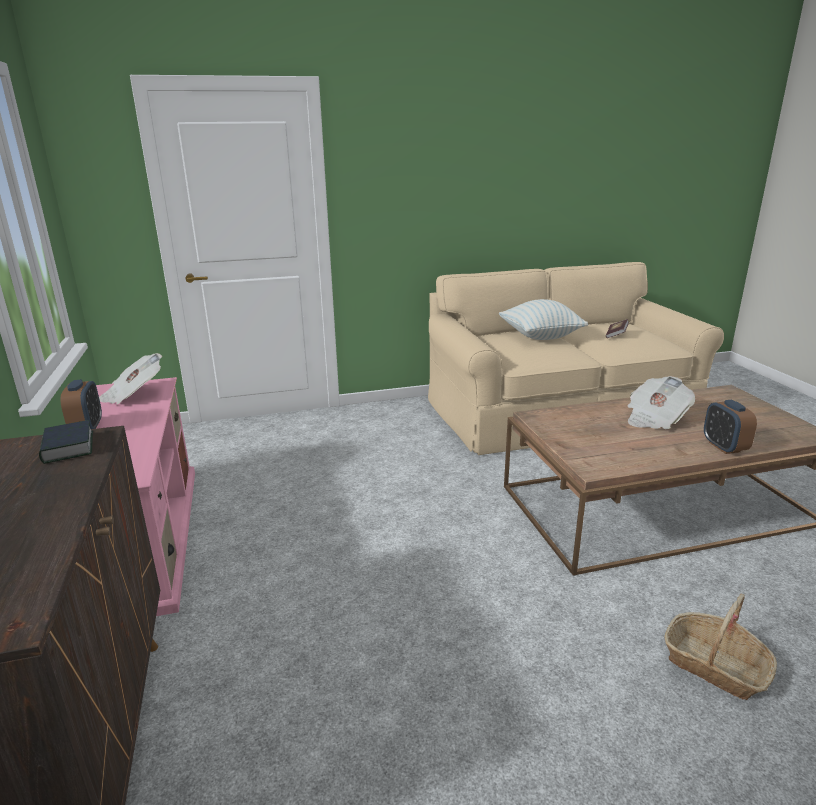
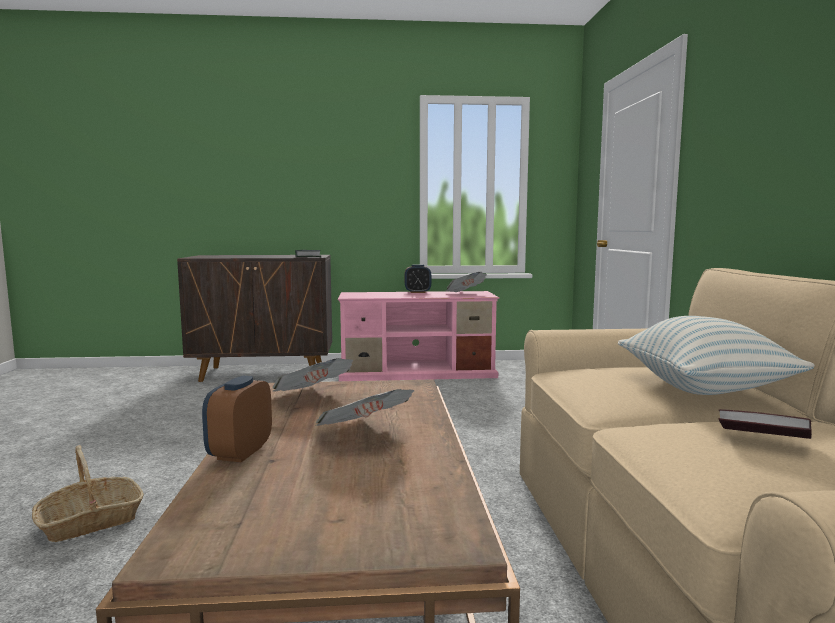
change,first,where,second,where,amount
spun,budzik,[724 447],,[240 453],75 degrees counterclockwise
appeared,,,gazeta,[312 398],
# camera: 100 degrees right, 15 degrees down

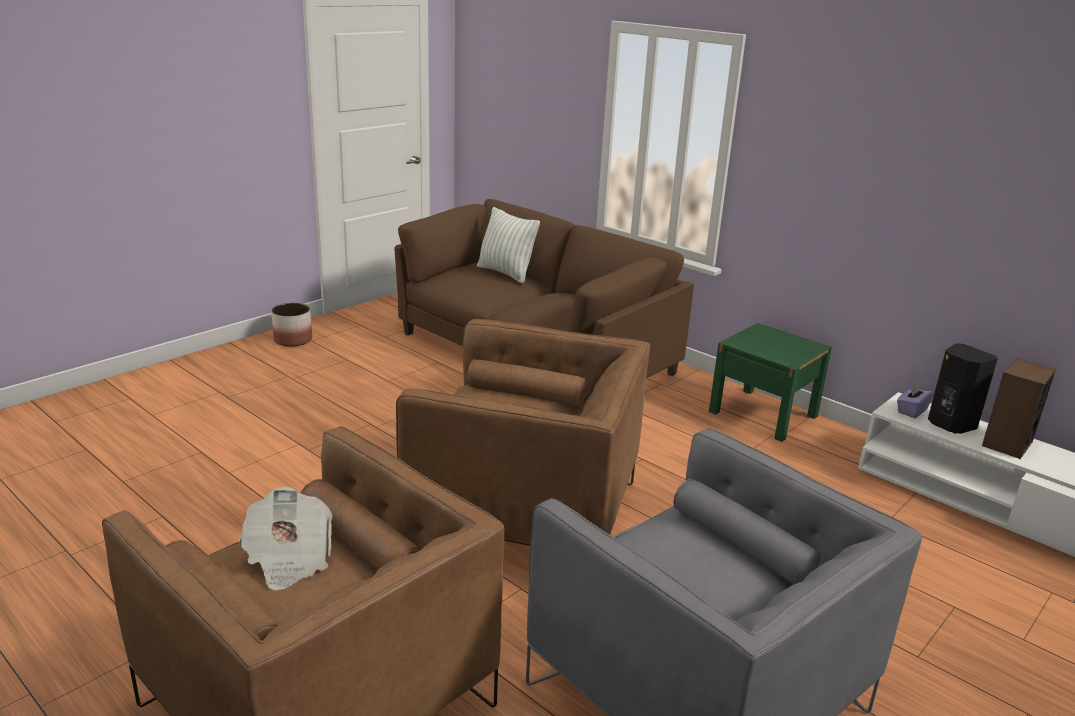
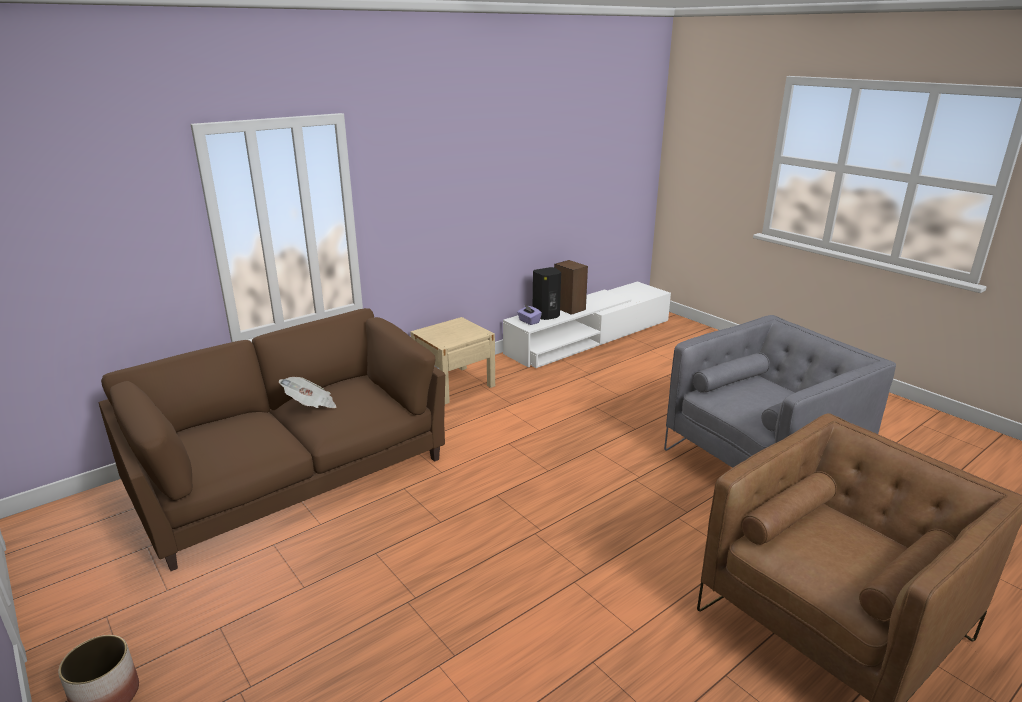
change,first,where,second,where,amount
missing,poduszka,[506 273],,,
missing,fotel [brązowy],[526 517],,,
colour,szafka nocna [zielony],[763 414],szafka nocna [beżowy],[454 384],
relocated,gazeta,[288 559],,[311 405],
# camera: 80 degrees left, 0 degrees up

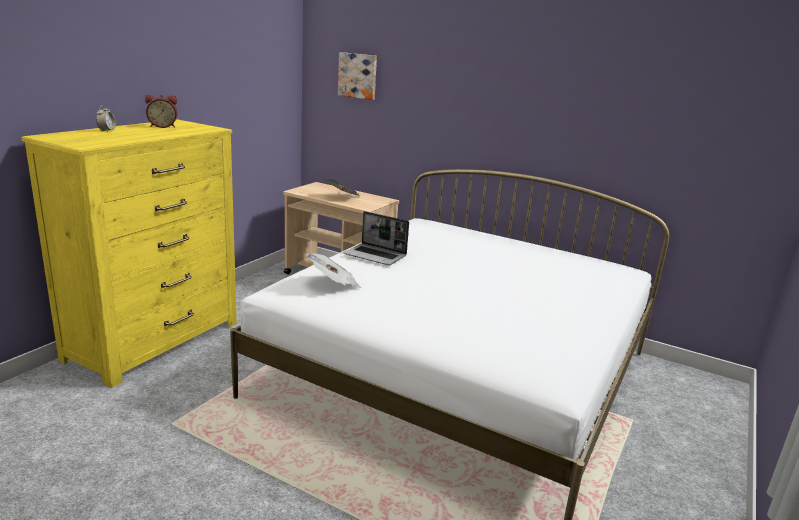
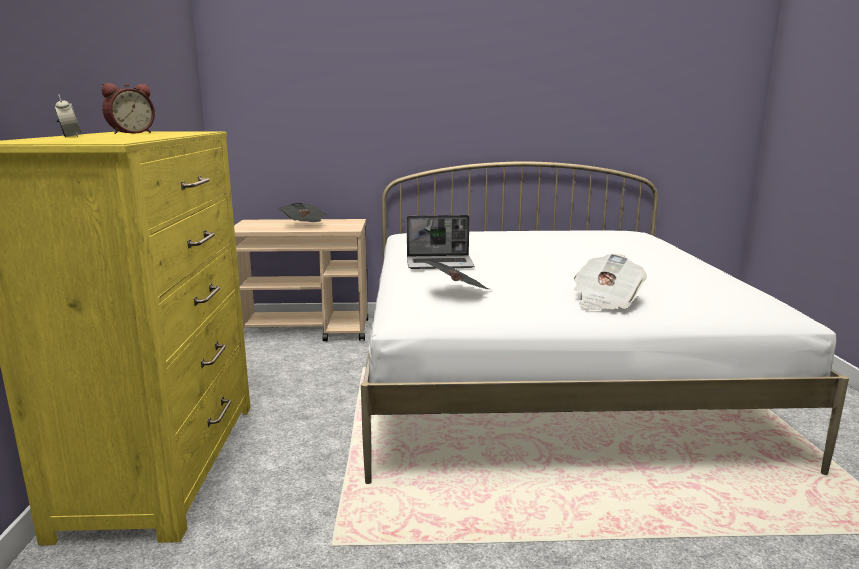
change,first,where,second,where,amount
missing,obraz,[358 75],,,
appeared,,,gazeta,[605 301],
# camera: 30 degrees left, 5 degrees down

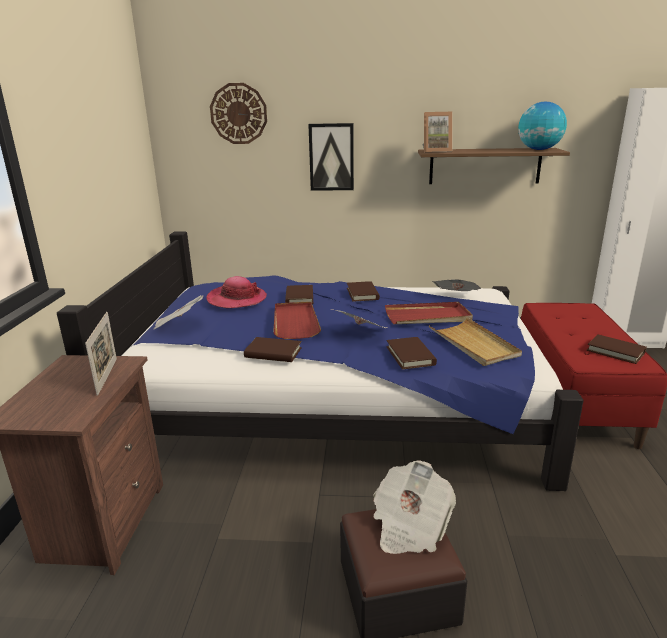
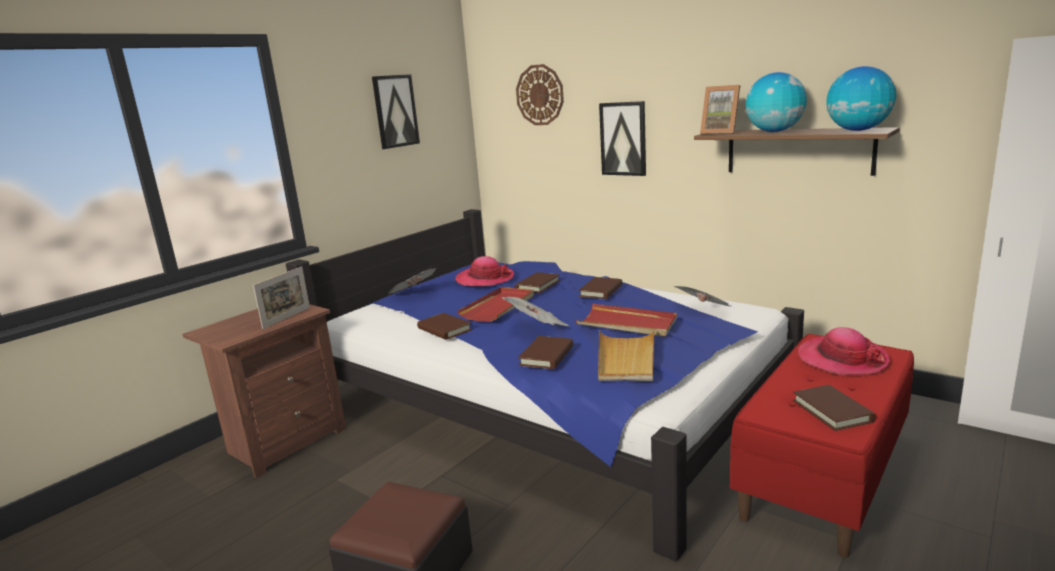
change,first,where,second,where,amount
missing,gazeta,[410 526],,,
appeared,,,globus,[774 131],
appeared,,,obraz,[395 111],
appeared,,,kapelusz,[842 359],
# camera: 35 degrees right, 5 degrees down

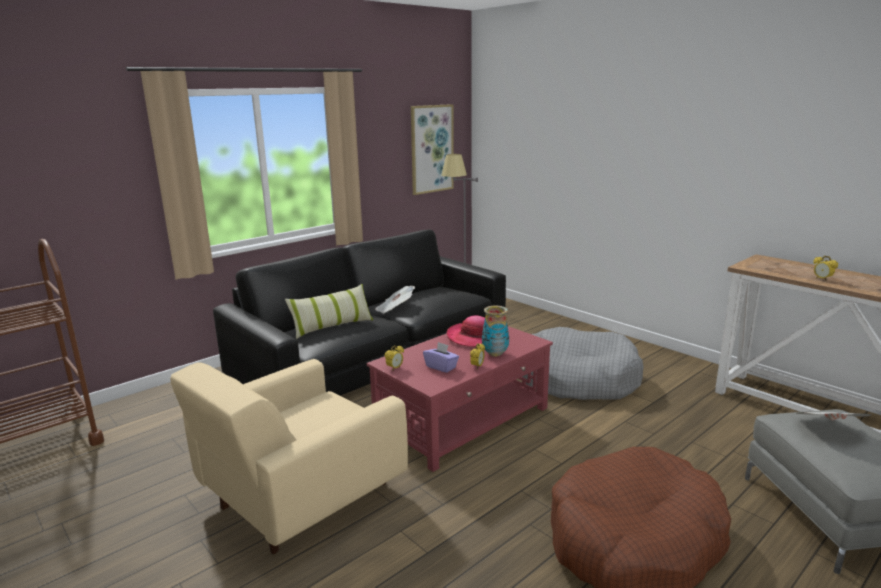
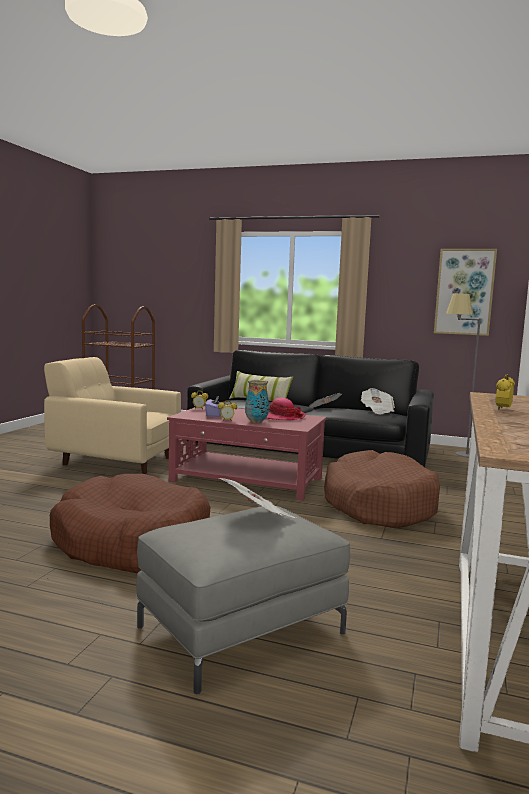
change,first,where,second,where,amount
colour,legowisko [szary],[576 379],legowisko [brązowy],[378 505],
appeared,,,gazeta,[377 411],
# camera: 60 degrees right, 10 degrees down

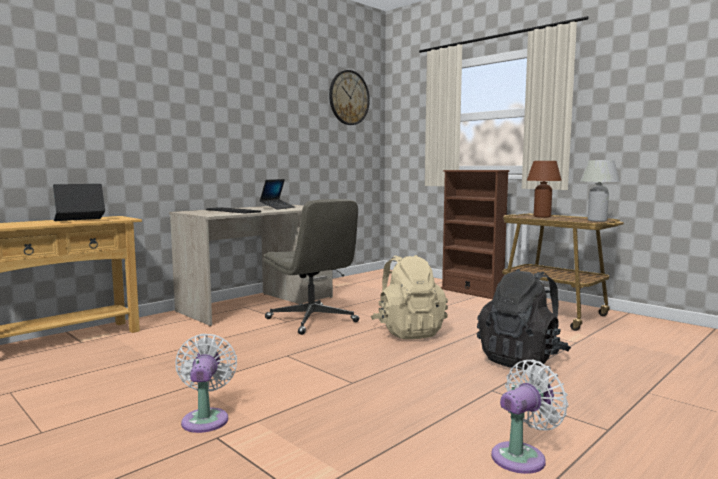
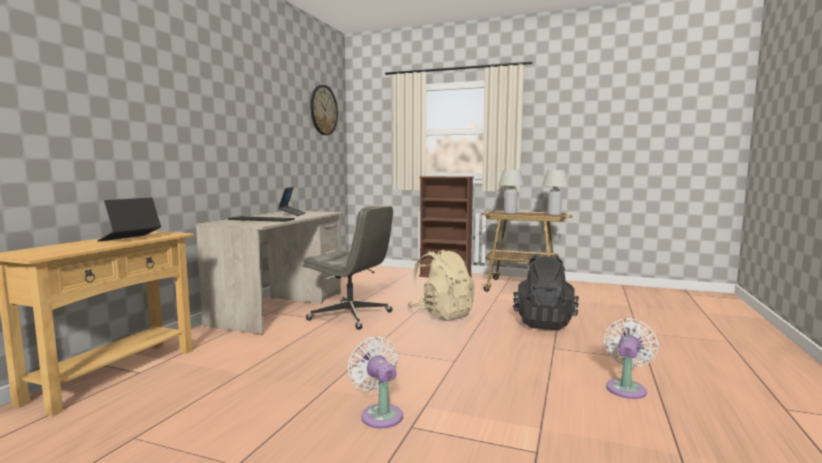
change,first,where,second,where,amount
colour,lampa stołowa [brązowy],[542 217],lampa stołowa [biały],[510 213],
# camera: 25 degrees left, 0 degrees up

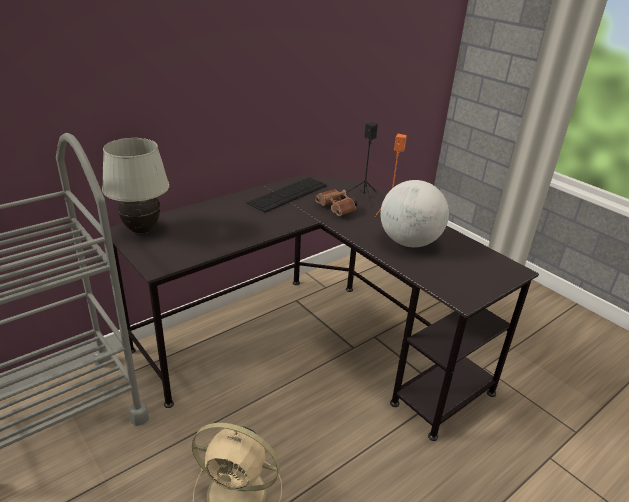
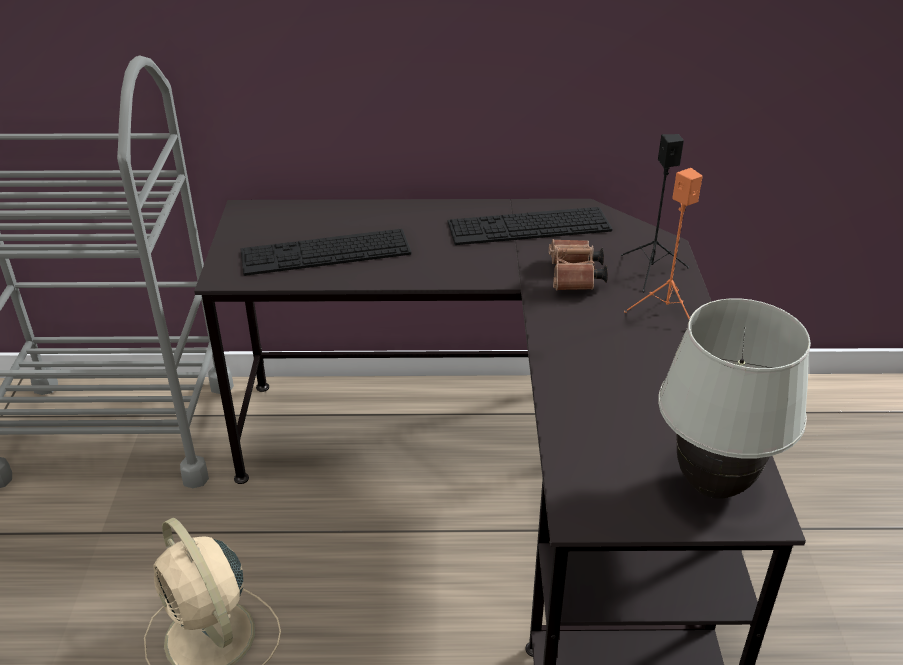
change,first,where,second,where,amount
relocated,lampa stołowa [biały],[142 230],,[713 486],
missing,globus,[409 242],,,
appeared,,,klawiatura,[325 252],
# camera: 40 degrees right, 5 degrees up

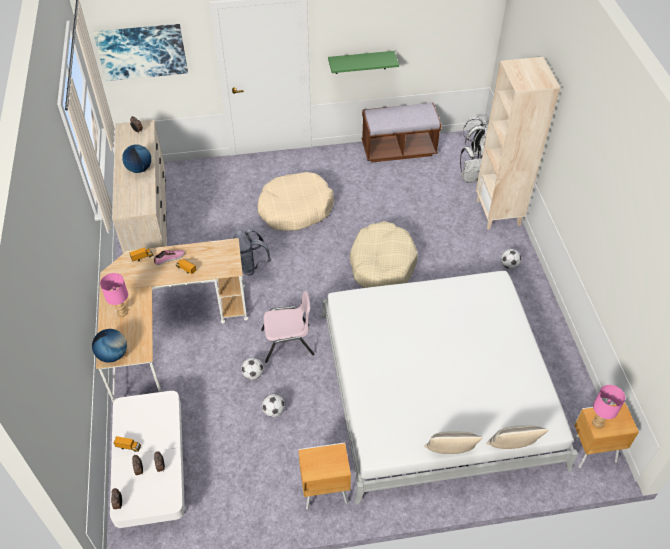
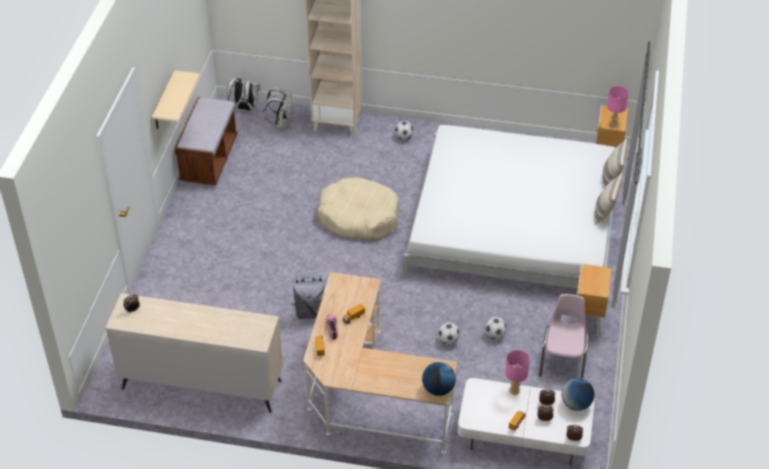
change,first,where,second,where,amount
missing,obraz,[142 51],,,
colour,półka [zielony],[360 62],półka [beżowy],[164 101],
relocated,globus,[139 169],,[576 404],
missing,legowisko [beżowy],[295 209],,,
relocated,lampa stołowa [różowy],[122 312],,[514 390],
relocated,krzesło [różowy],[288 343],,[563 359],
# camera: 70 degrees left, 5 degrees down

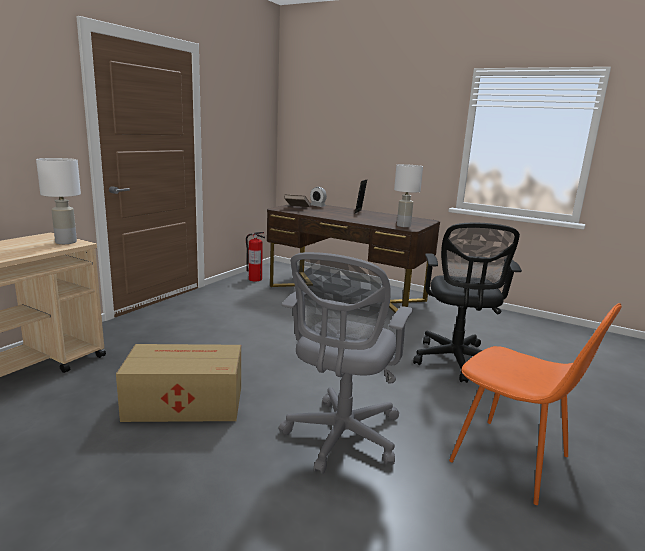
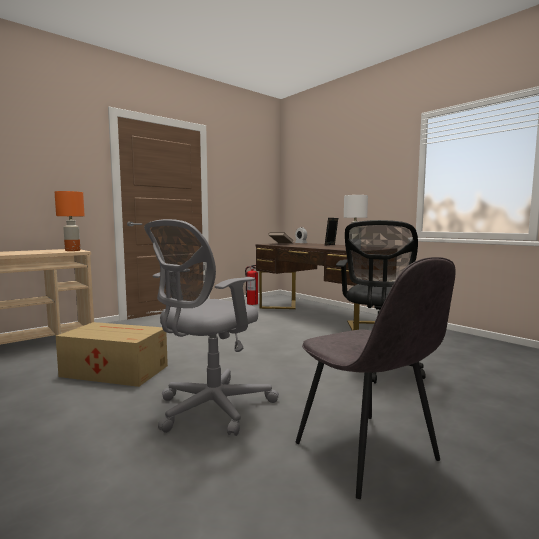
change,first,where,second,where,amount
colour,lampa stołowa [biały],[66 242],lampa stołowa [pomarańczowy],[73 250],
colour,krzesło [pomarańczowy],[513 460],krzesło [szary],[367 453],
# camera: 20 degrees right, 10 degrees down

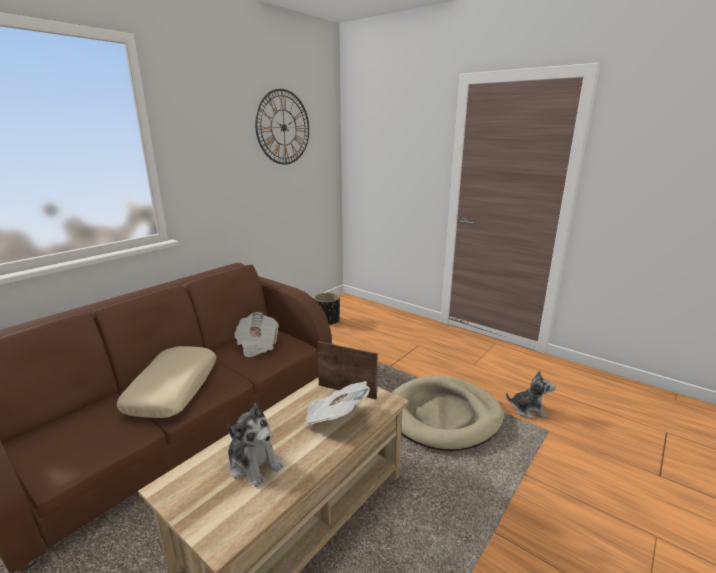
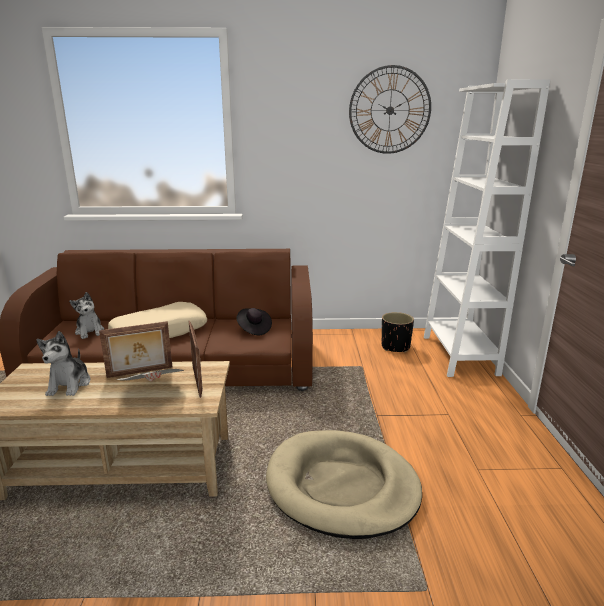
change,first,where,second,where,amount
exchanged,gazeta,[257 345],kapelusz [czarny],[254 329],
relocated,pluszak,[528 410],,[90 331],
appeared,,,regał [biały],[459 355],
appeared,,,ramka na zdjęcie,[140 372],
# camera: 50 degrees right, 0 degrees up

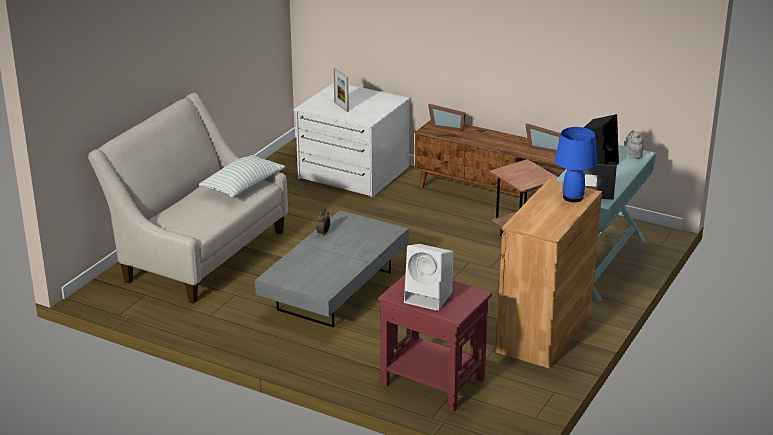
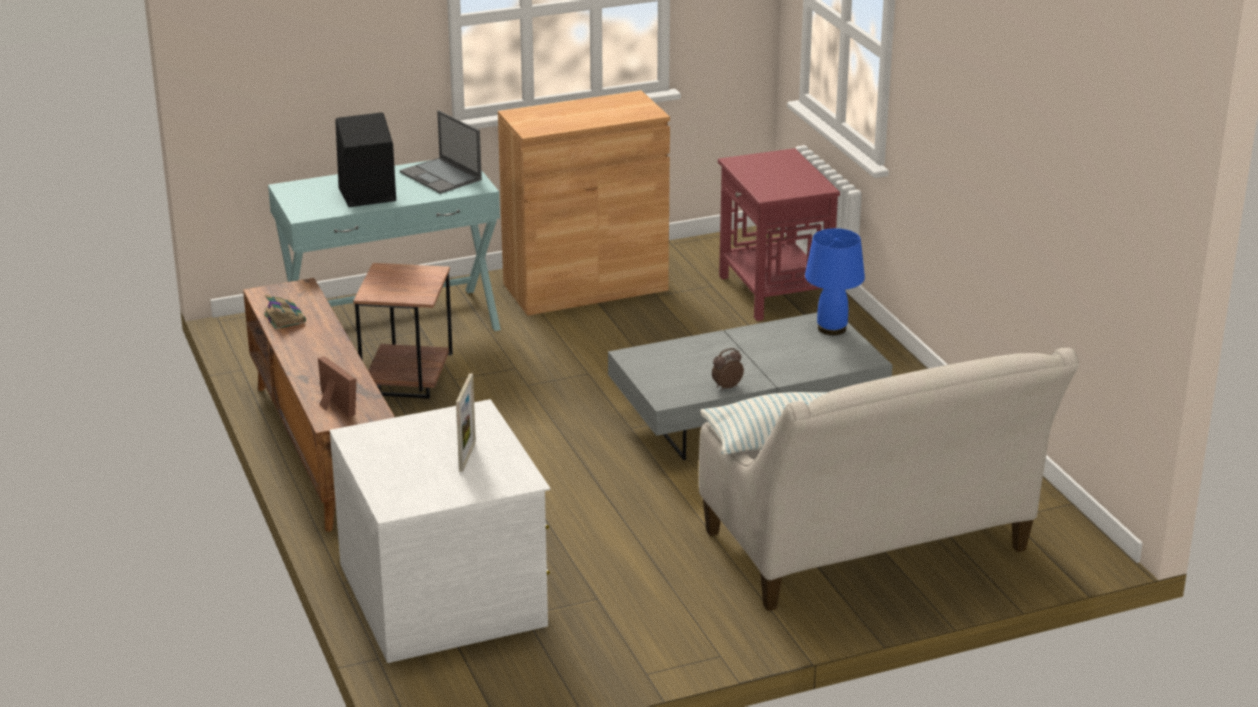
change,first,where,second,where,amount
exchanged,ramka na zdjęcie,[544 147],książka,[284 318],
relocated,lampa stołowa [niebieski],[573 197],,[831 328],
missing,imbryk [szary],[633 155],,,
missing,głośnik [biały],[429 298],,,
# camera: 140 degrees left, 0 degrees up

